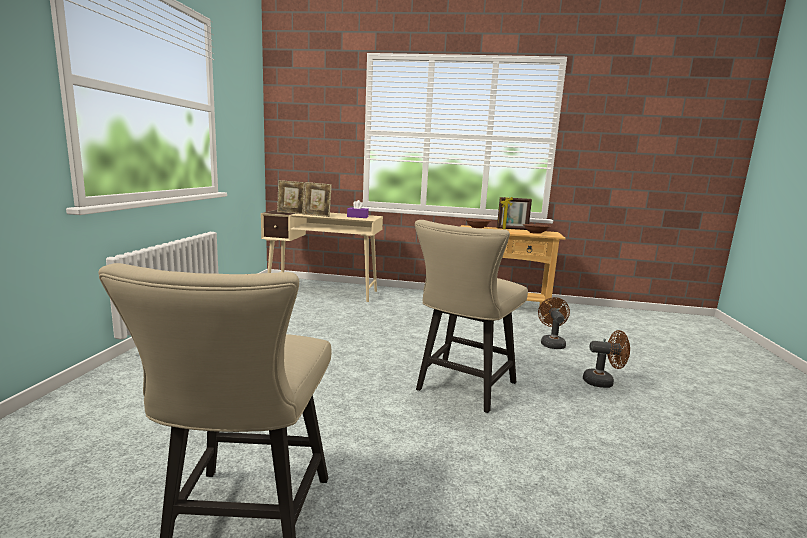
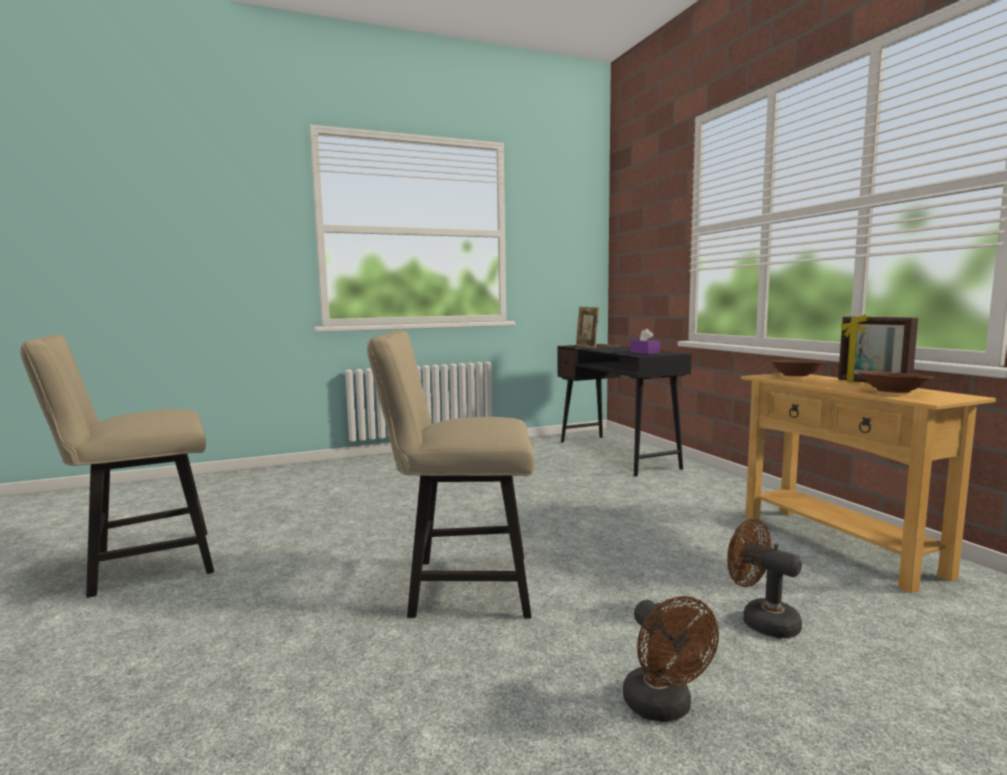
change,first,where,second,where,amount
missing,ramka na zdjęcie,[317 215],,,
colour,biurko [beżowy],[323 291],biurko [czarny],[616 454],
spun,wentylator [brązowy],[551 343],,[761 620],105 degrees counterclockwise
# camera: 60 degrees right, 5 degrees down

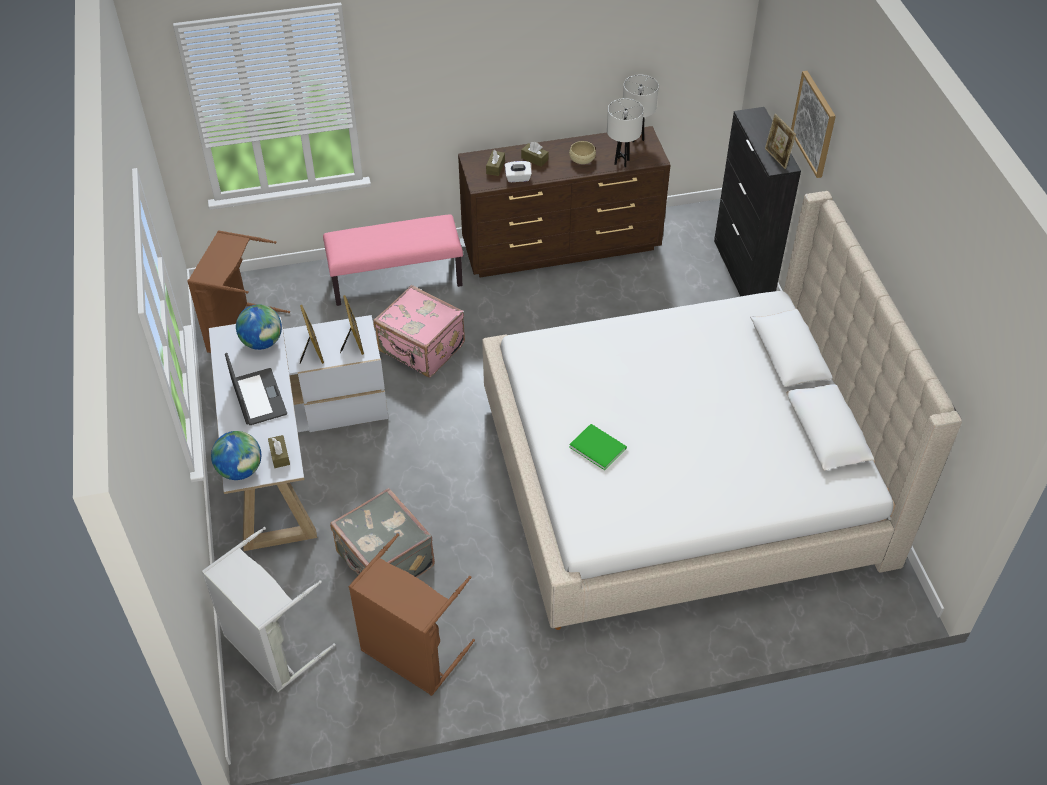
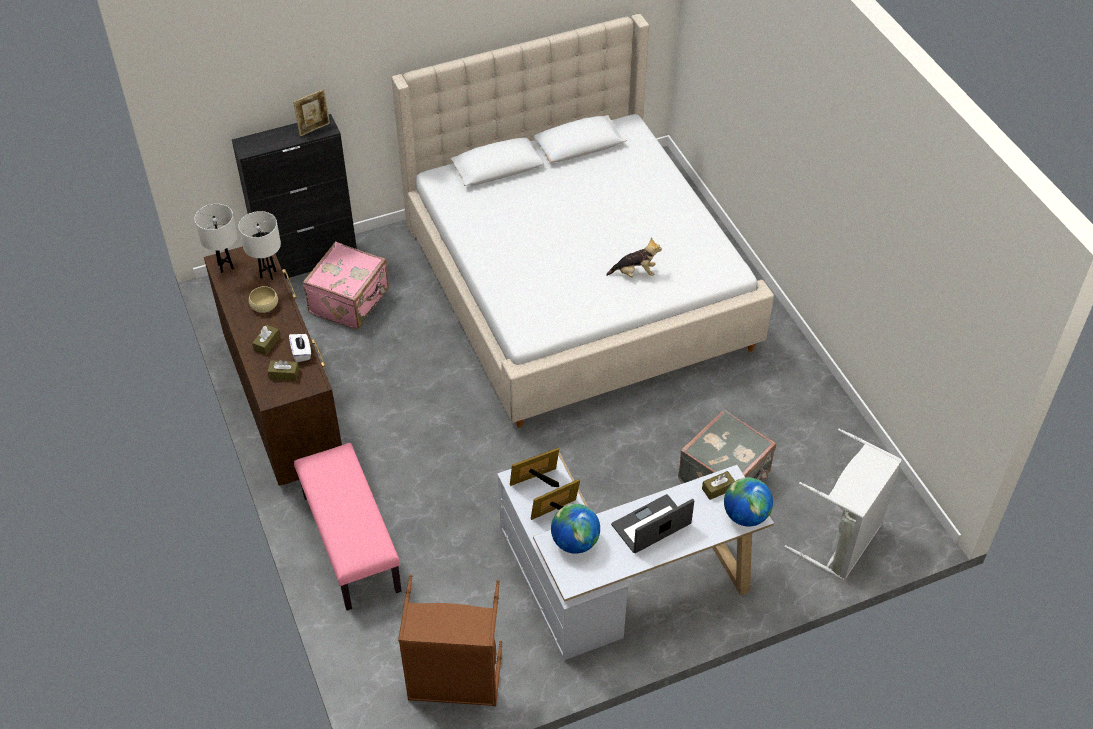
change,first,where,second,where,amount
missing,obraz,[814 124],,,
relocated,walizka [różowy],[421 349],,[350 302],
exchanged,książka [zielony],[597 446],pluszak,[635 273],
missing,kosz na pranie [brązowy],[411 655],,,
# camera: 100 degrees left, 0 degrees up

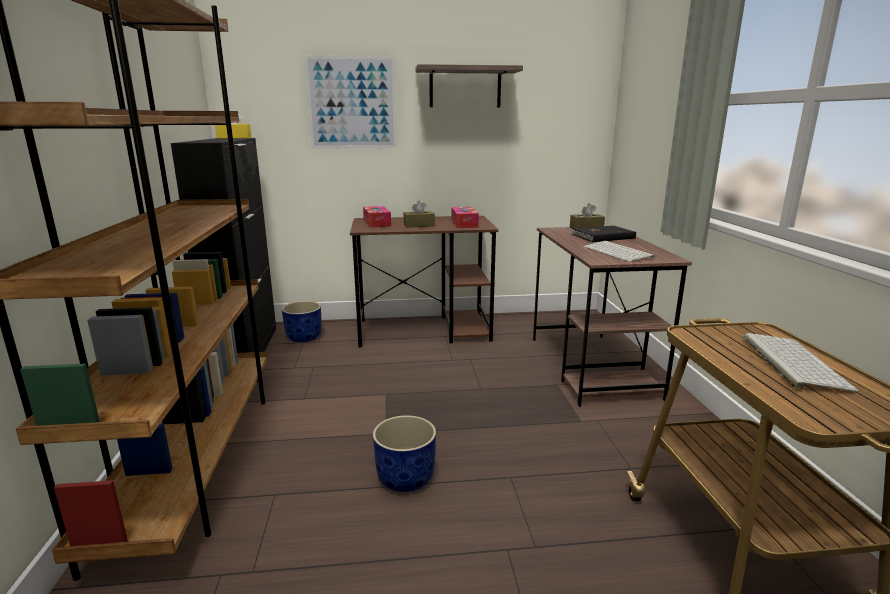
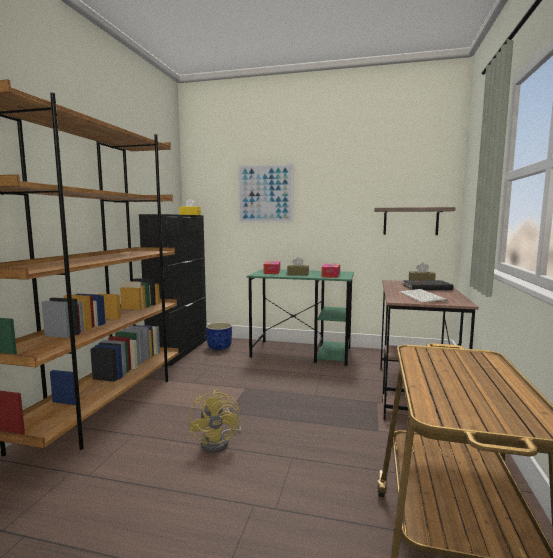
change,first,where,second,where,amount
relocated,półka,[465 87],,[410 221],
colour,biurko [brązowy],[425 330],biurko [zielony],[302 352],
missing,klawiatura,[791 361],,,
exchanged,donica [niebieski],[406 478],wentylator [żółty],[219 442],
# camera: 20 degrees right, 10 degrees down

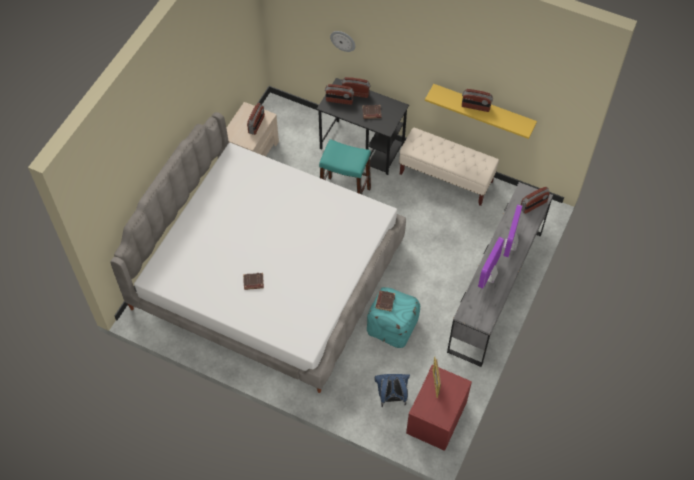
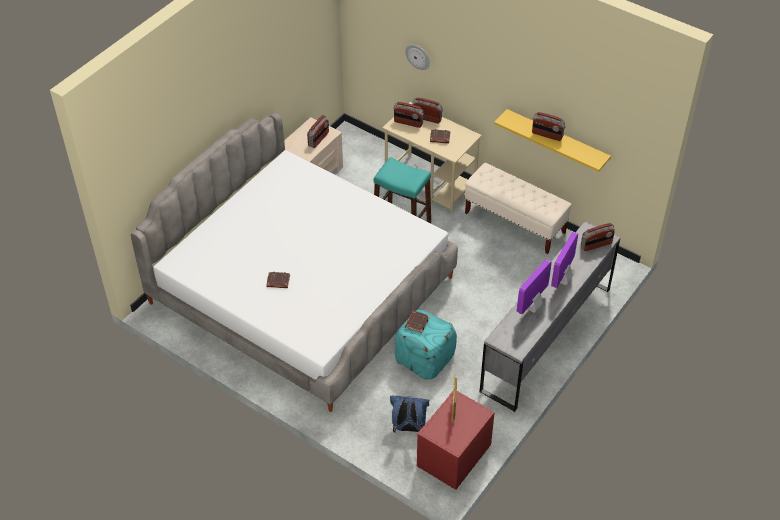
change,first,where,second,where,amount
colour,biurko [czarny],[362 147],biurko [beżowy],[431 183],
# camera: 10 degrees right, 10 degrees down

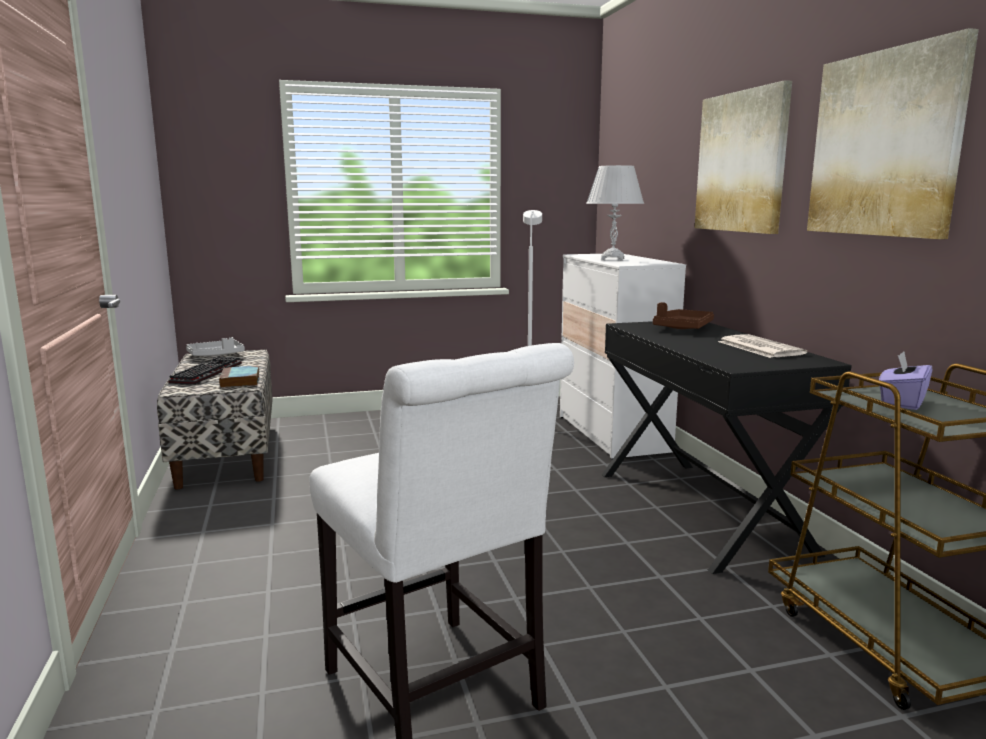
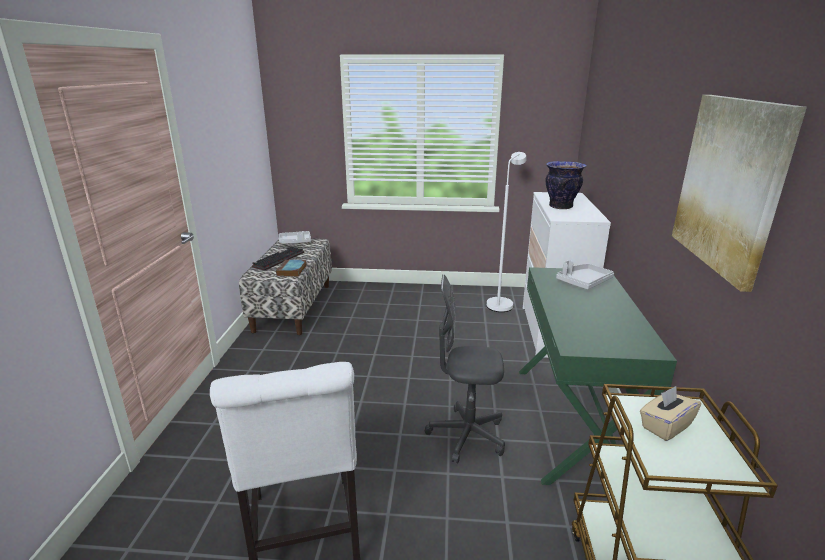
change,first,where,second,where,amount
missing,obraz,[741 162],,,
exchanged,lampa stołowa [biały],[612 259],wazon,[560 206],
colour,taca [brązowy],[683 328],taca [szary],[583 282],
colour,biurko [czarny],[700 510],biurko [zielony],[572 421],
missing,gazeta,[759 347],,,
colour,pudełko chusteczek [fioletowy],[901 402],pudełko chusteczek [beżowy],[665 426],
appeared,,,krzesło biurowe [szary],[466 435],
# camera: 20 degrees right, 10 degrees up

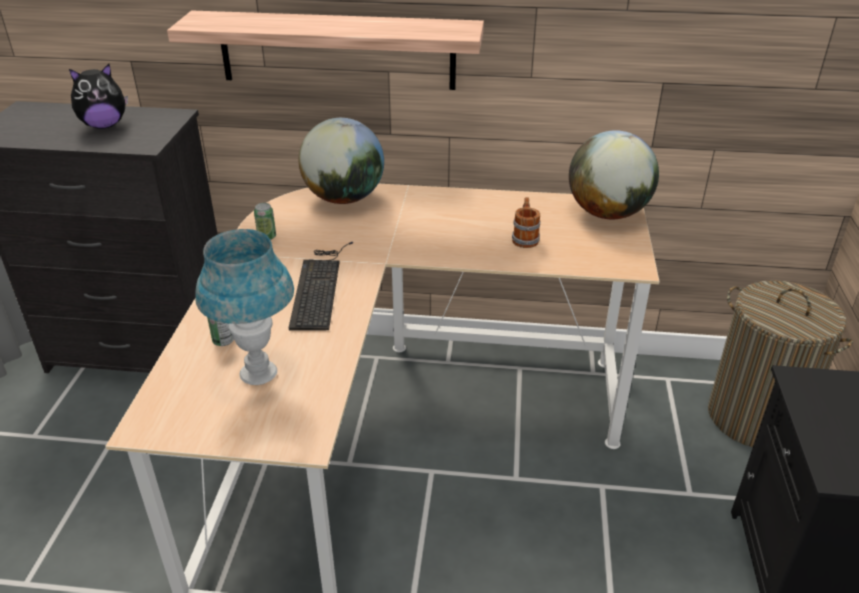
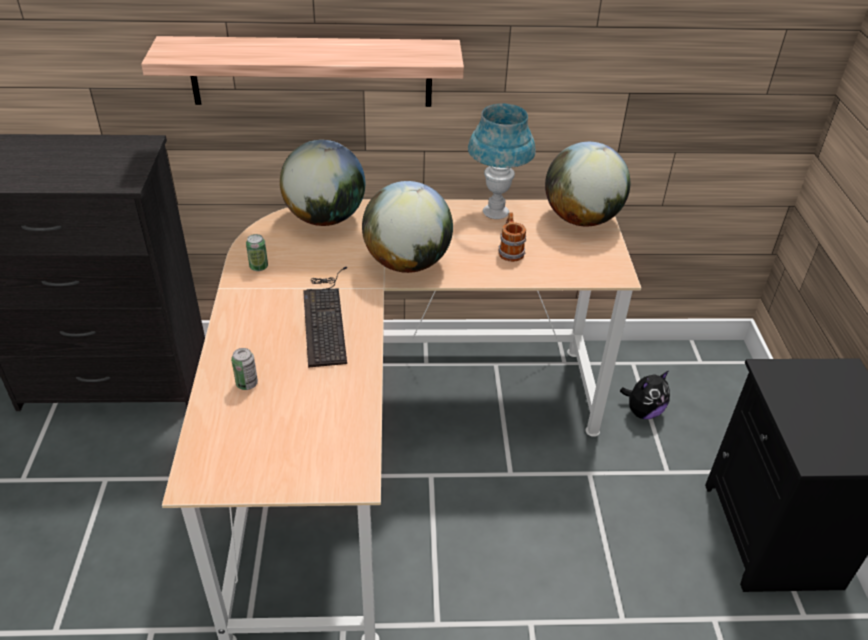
change,first,where,second,where,amount
relocated,pluszak,[104 125],,[643 411],
relocated,lampa stołowa [niebieski],[259 374],,[496 212],
missing,kosz na pranie,[754 417],,,
appeared,,,globus,[407 263],
# camera: 10 degrees left, 5 degrees up

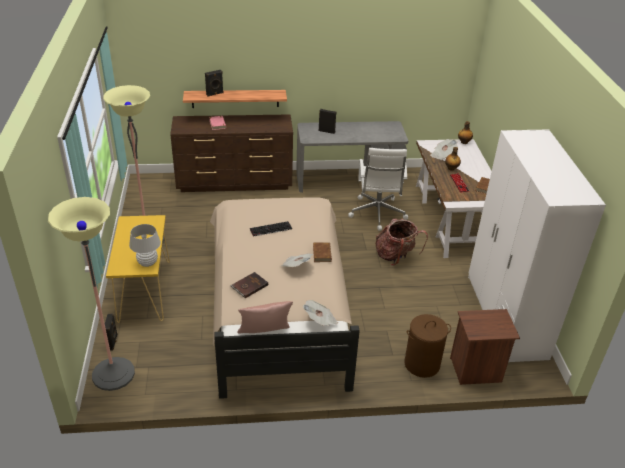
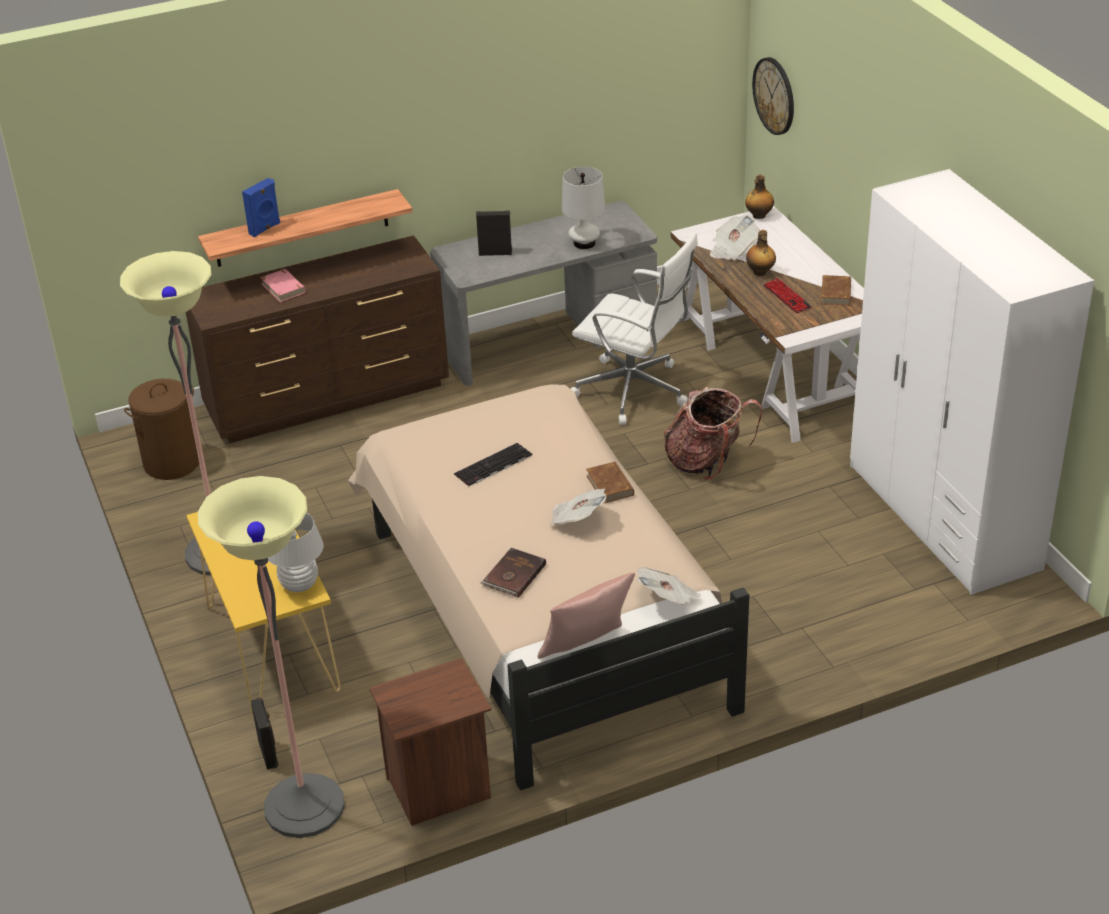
change,first,where,second,where,amount
colour,głośnik [czarny],[215 94],głośnik [niebieski],[265 229],
spun,krzesło biurowe [biały],[377 214],,[635 391],45 degrees counterclockwise
relocated,szafka nocna [brązowy],[476 370],,[440 789],
relocated,kosz na pranie [brązowy],[421 364],,[171 463],
appeared,,,zegar ścienny,[774 95],
appeared,,,lampa stołowa [biały],[584 243],
# camera: 15 degrees left, 0 degrees up

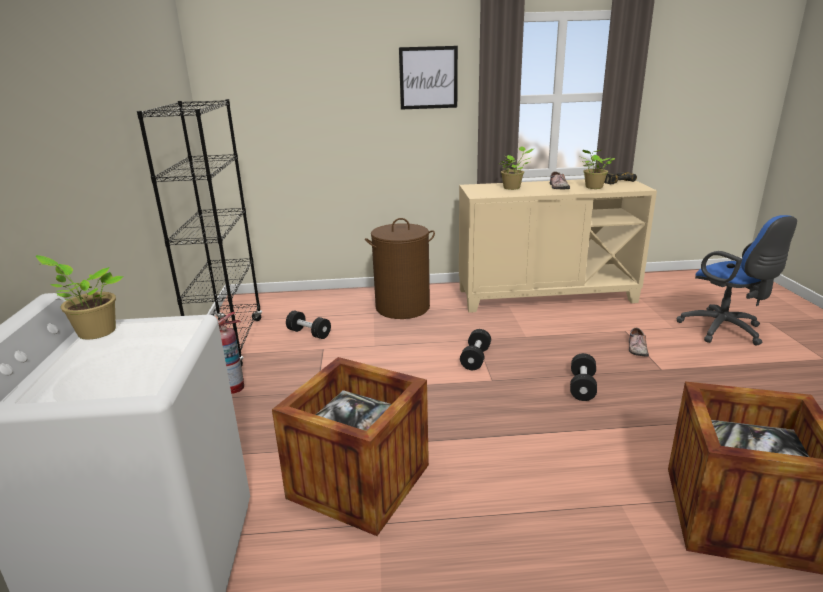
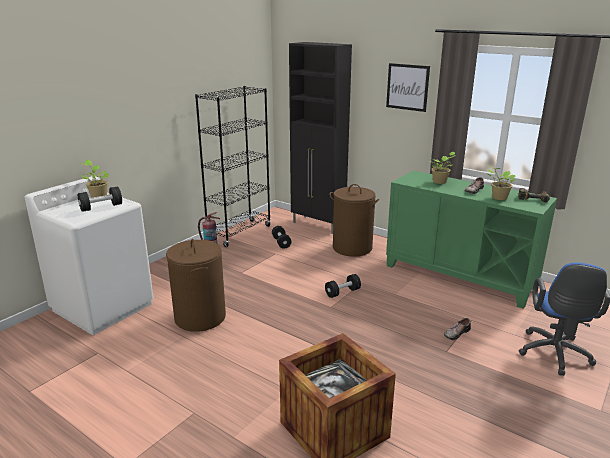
change,first,where,second,where,amount
colour,szafka [beżowy],[545 295],szafka [zielony],[459 276],
relocated,hantel [czarny],[582 387],,[101 207],
exchanged,skrzynka,[359 481],kosz na pranie [brązowy],[200 317],
appeared,,,szafka [czarny],[318 225],
# camera: 40 degrees right, 0 degrees up

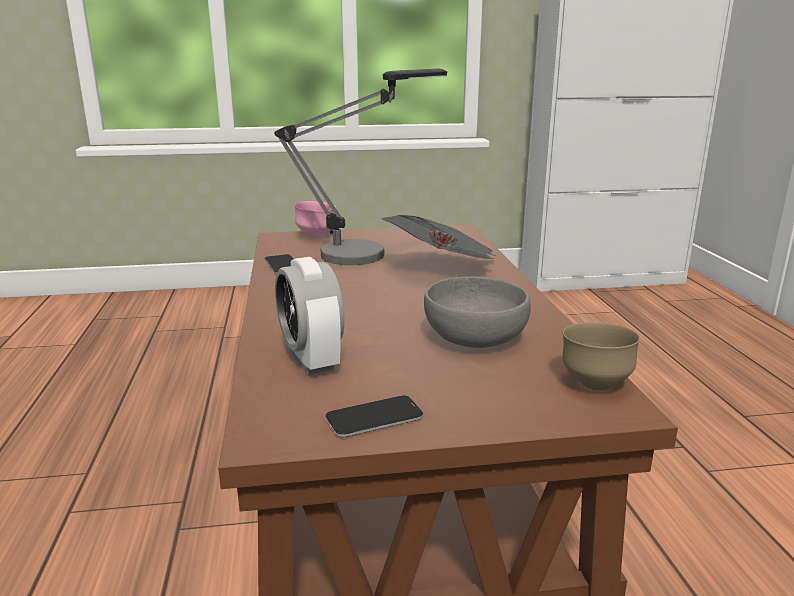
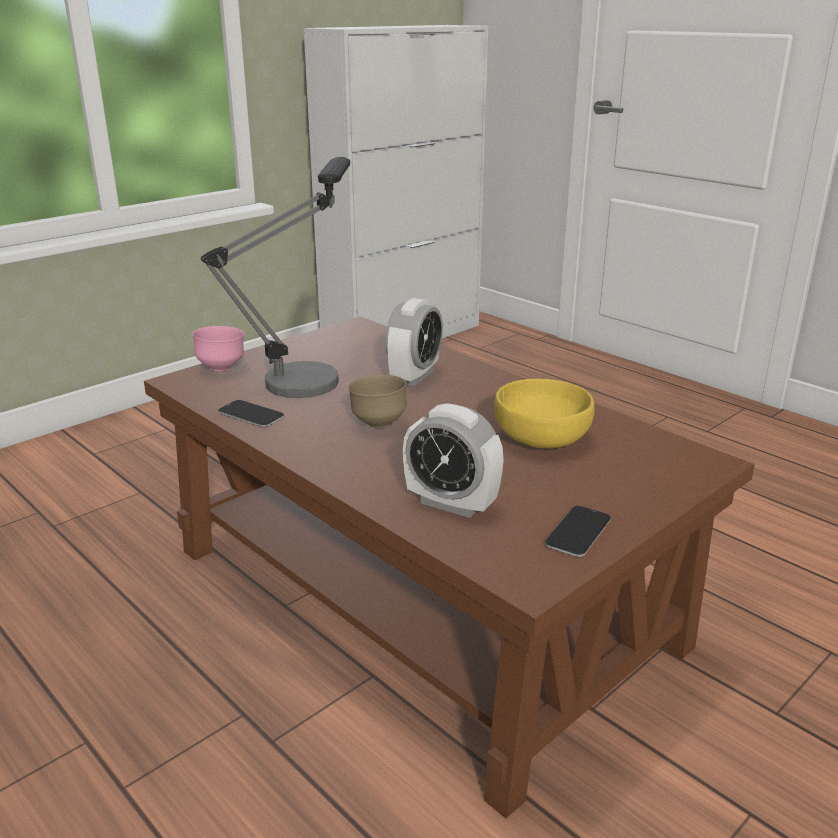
change,first,where,second,where,amount
exchanged,gazeta,[443 269],budzik,[414 376],
colour,miska [szary],[474 338],miska [żółty],[542 438],
relocated,miska [brązowy],[594 384],,[378 424],
# camera: 35 degrees left, 5 degrees up

